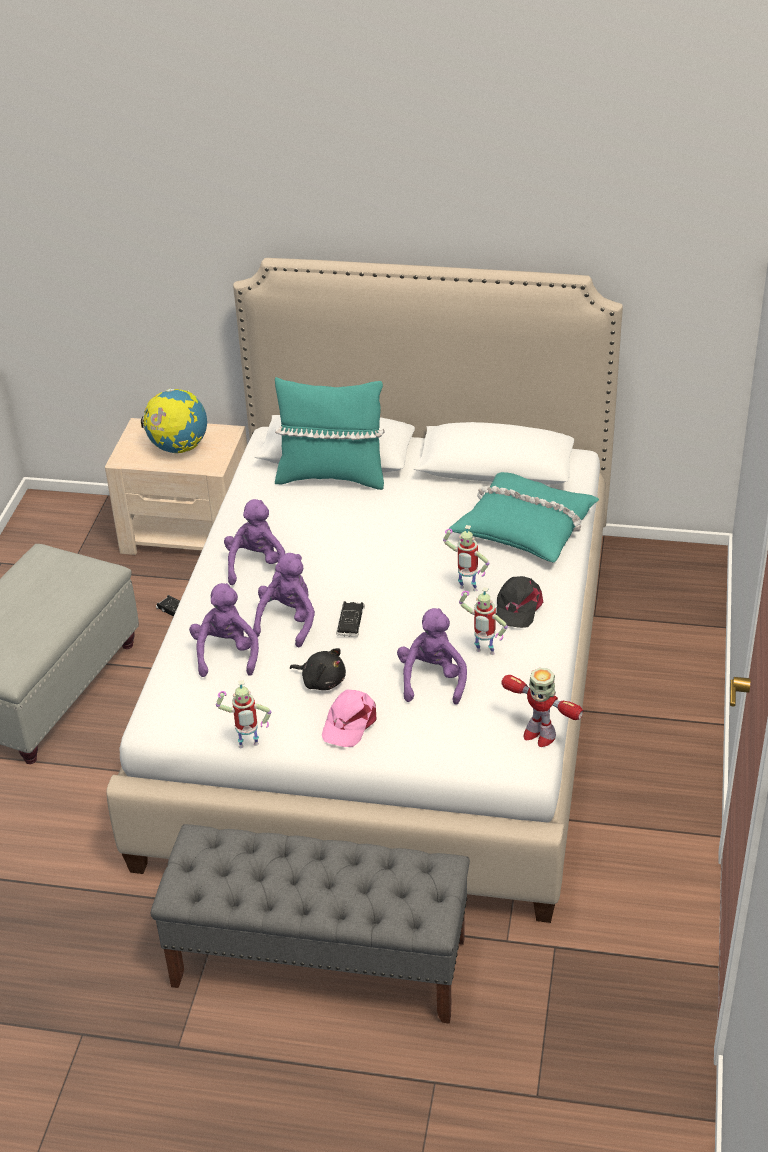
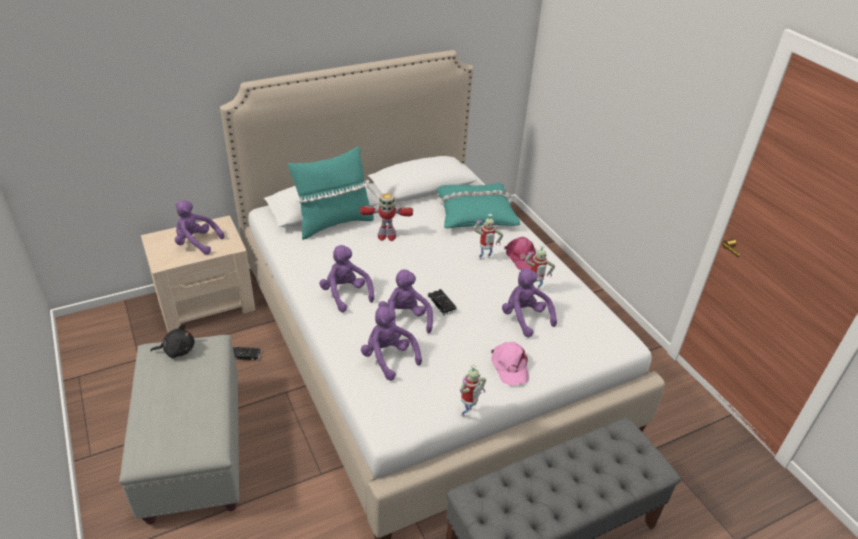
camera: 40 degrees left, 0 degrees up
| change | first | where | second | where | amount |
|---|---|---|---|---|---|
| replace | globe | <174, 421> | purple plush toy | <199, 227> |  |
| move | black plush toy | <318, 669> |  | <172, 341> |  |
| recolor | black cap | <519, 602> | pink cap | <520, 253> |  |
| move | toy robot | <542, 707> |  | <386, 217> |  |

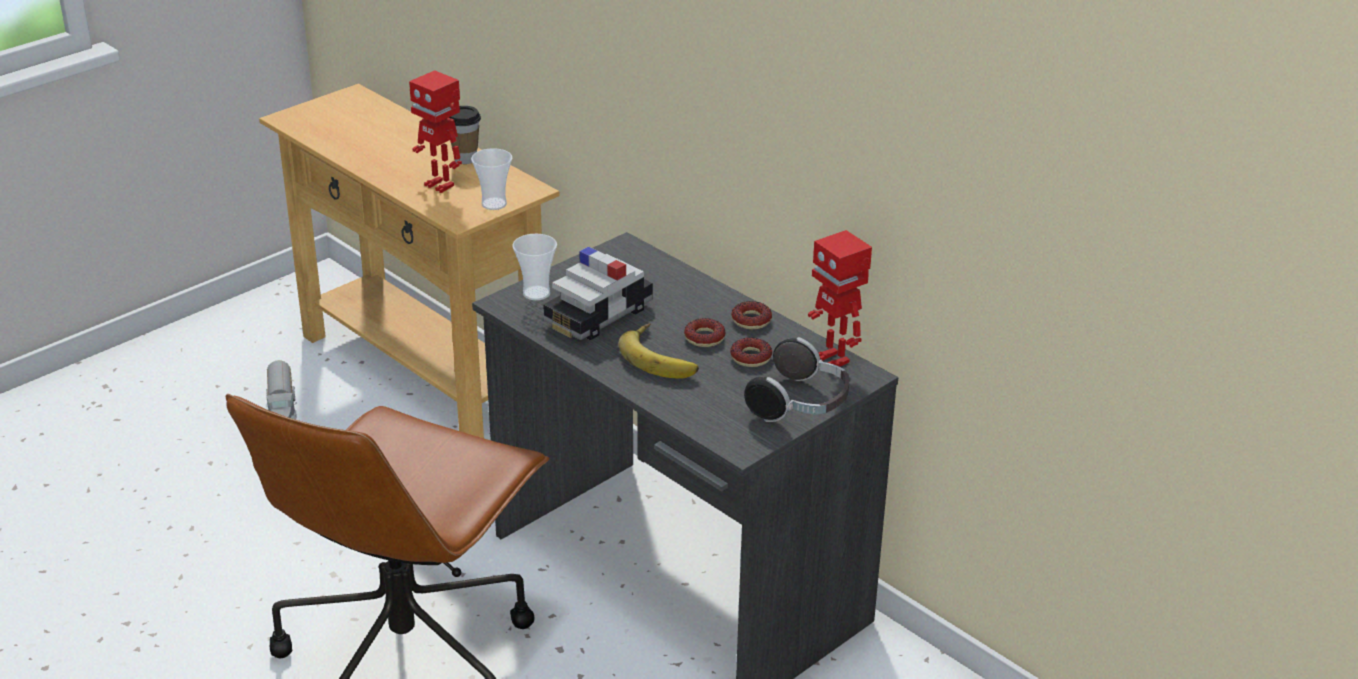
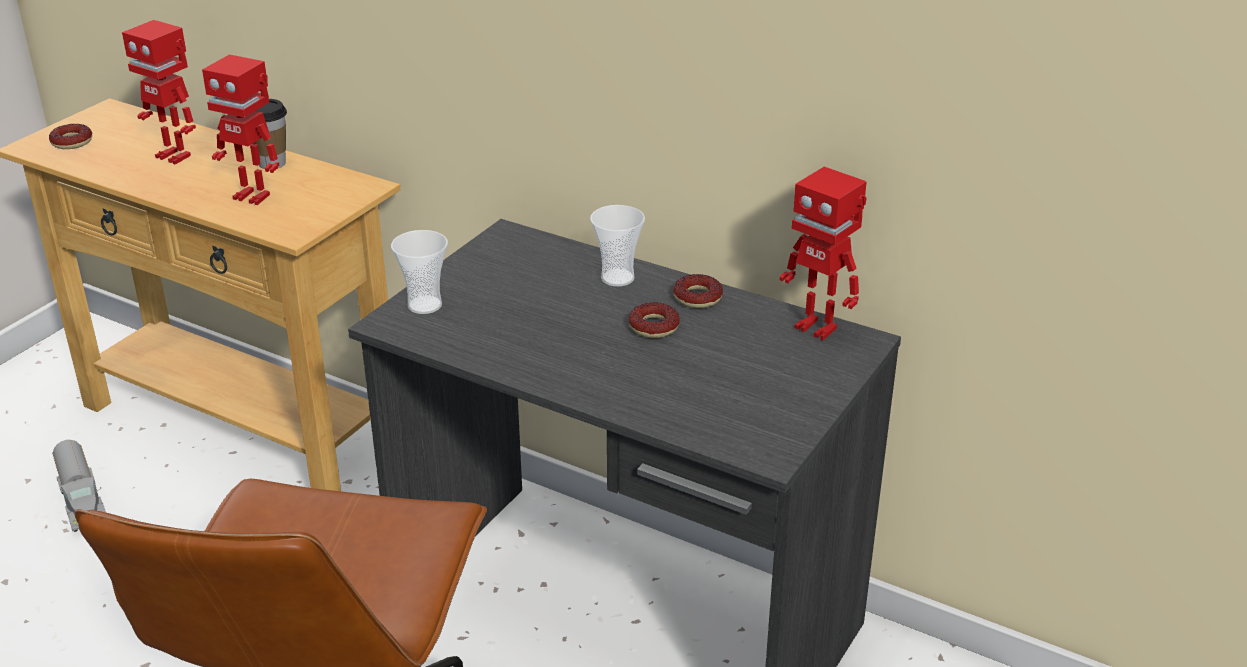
camera: 15 degrees left, 0 degrees up
| change | first | where | second | where | amount |
|---|---|---|---|---|---|
| move | cup | <491, 179> |  | <617, 246> |  |
| delete | toy car | <598, 293> |  |  |  |
| delete | banana | <658, 351> |  |  |  |
| move | donut | <751, 352> |  | <70, 136> |  |
| delete | headphones | <796, 379> |  |  |  |
| insert |  |  | toy robot | <159, 92> |  |

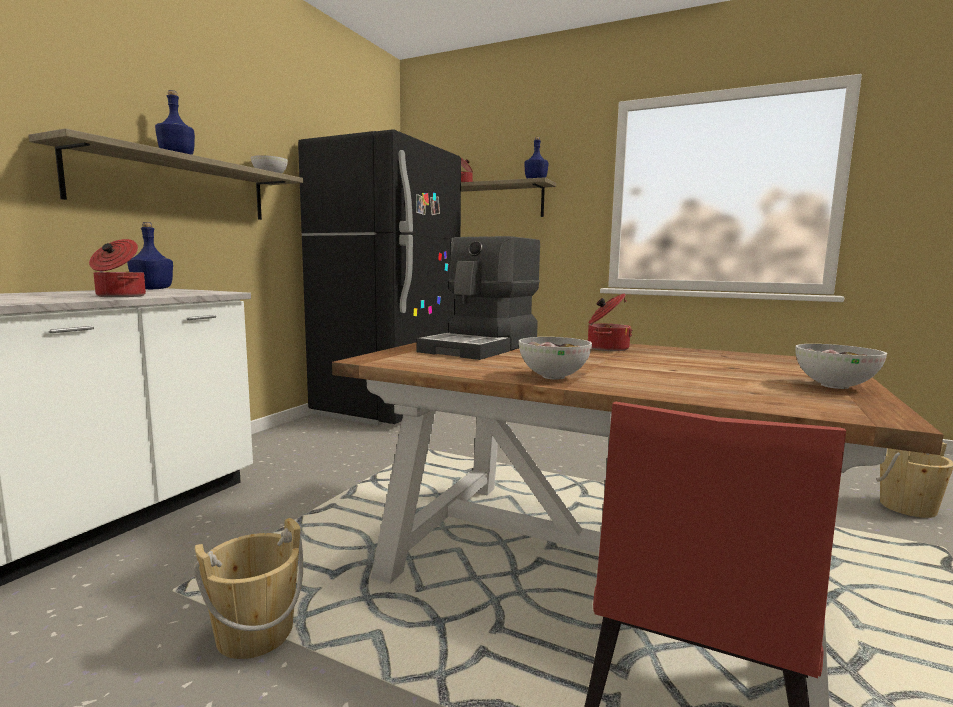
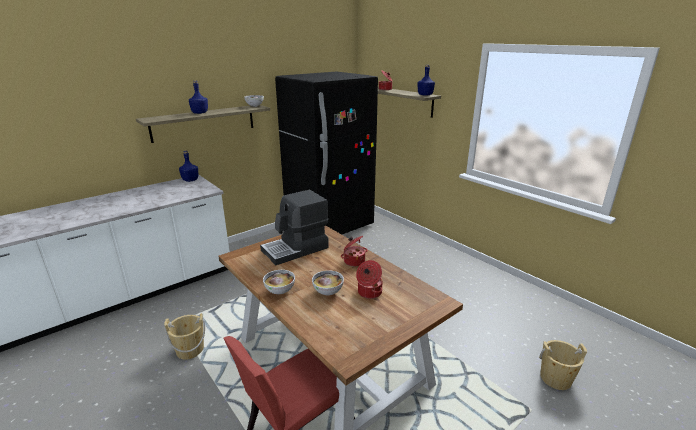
camera: 25 degrees right, 15 degrees up
| change | first | where | second | where | amount |
|---|---|---|---|---|---|
| move | cooking pot | <117, 268> |  | <369, 279> |  |
| move | bowl | <841, 366> |  | <328, 282> |  |

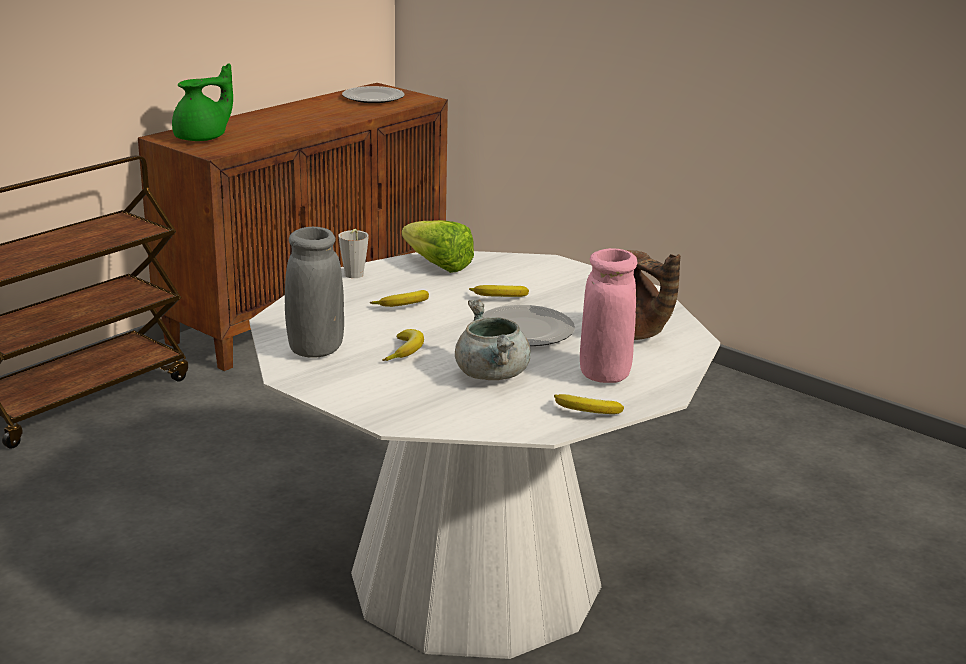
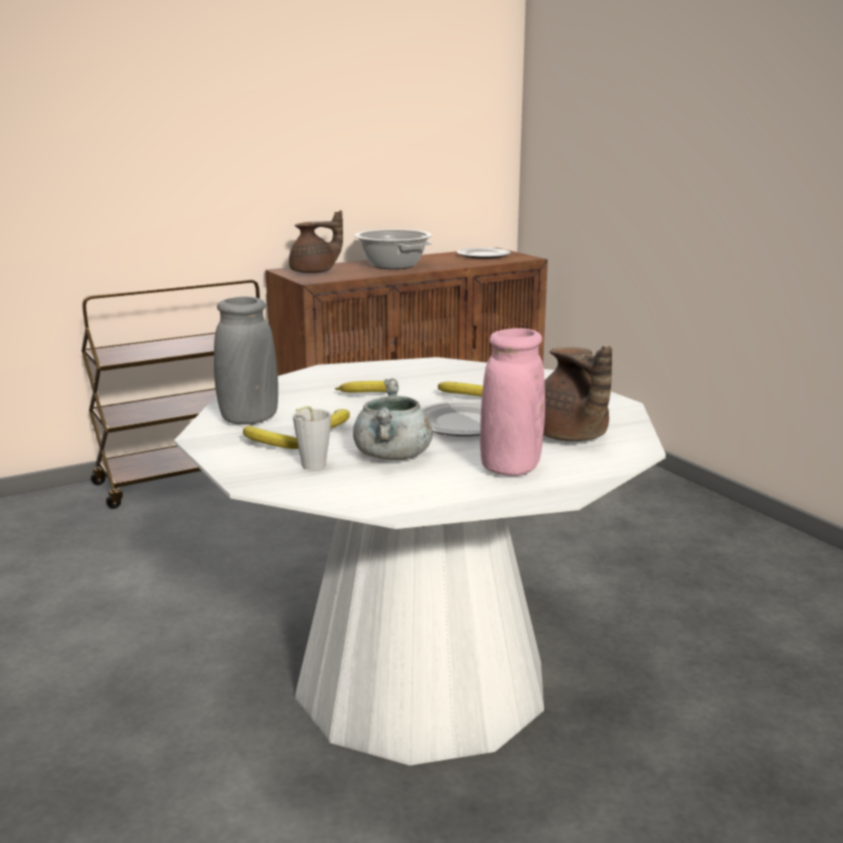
camera: 20 degrees right, 5 degrees down
| change | first | where | second | where | amount |
|---|---|---|---|---|---|
| recolor | green teapot | <202, 102> | brown teapot | <316, 241> |  |
| move | grey cup | <353, 253> |  | <312, 438> |  |
| delete | lettuce | <438, 246> |  |  |  |
| move | banana | <589, 404> |  | <271, 437> |  |
| insert |  |  | cooking pot | <393, 249> |  |

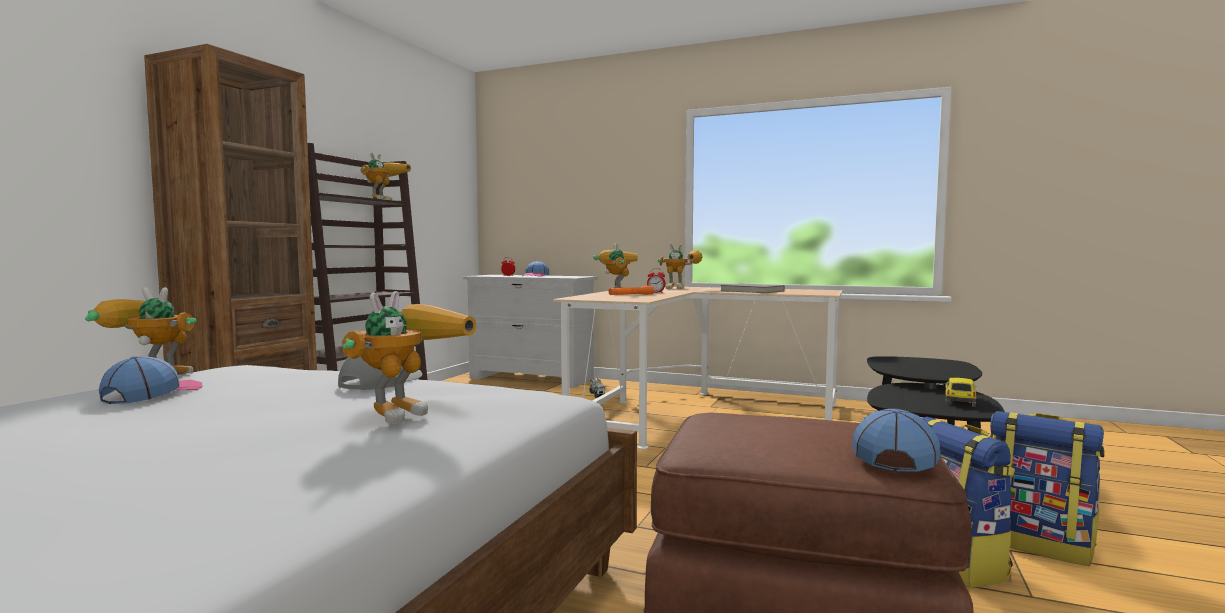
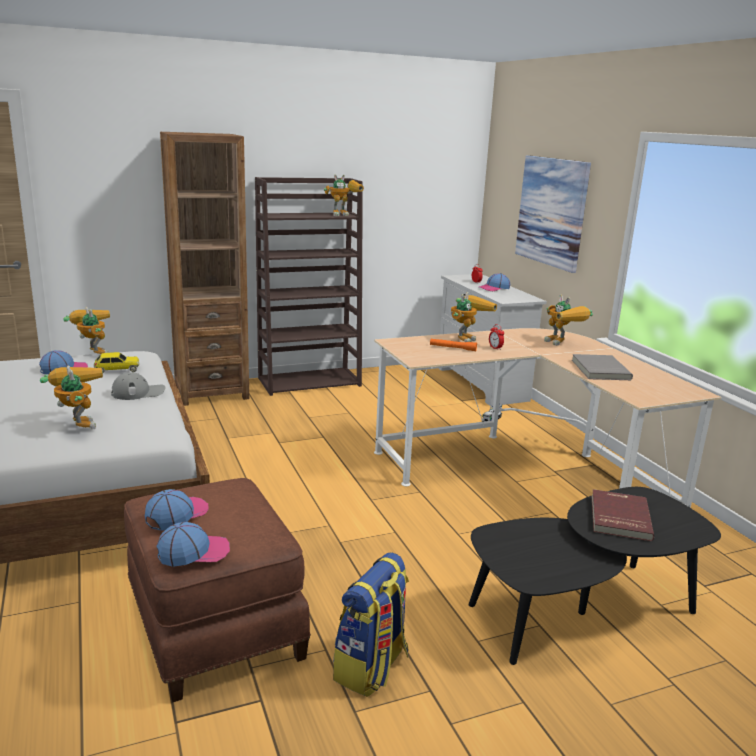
camera: 45 degrees right, 15 degrees up
| change | first | where | second | where | amount |
|---|---|---|---|---|---|
| rotate | toy robot | <409, 357> |  | <71, 397> | 105 degrees counterclockwise |
| move | toy car | <961, 392> |  | <116, 362> |  |
| delete | backpack | <1047, 488> |  |  |  |
| insert |  |  | cap | <177, 510> |  |
| insert |  |  | picture | <553, 214> |  |
| insert |  |  | red book | <623, 515> |  |

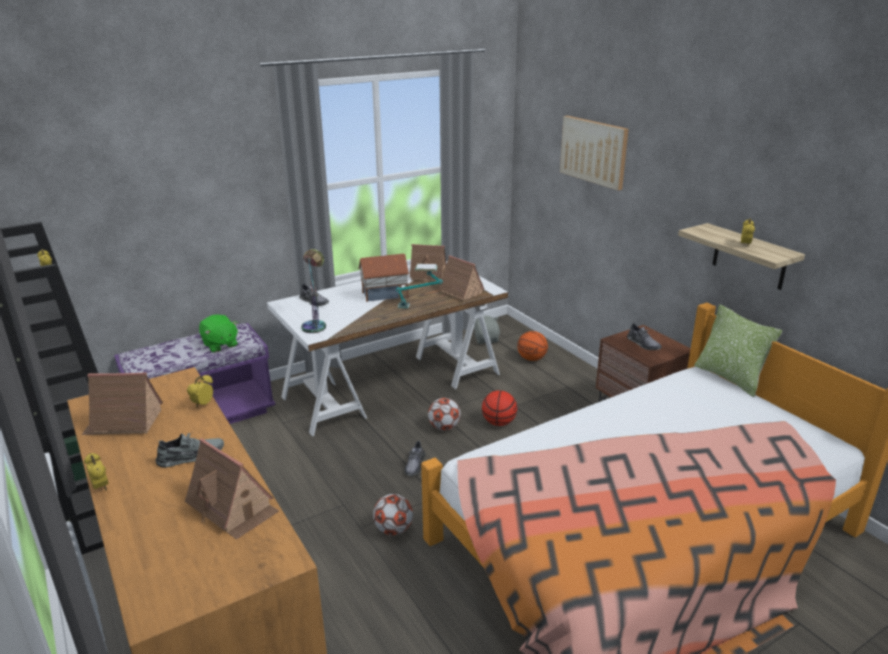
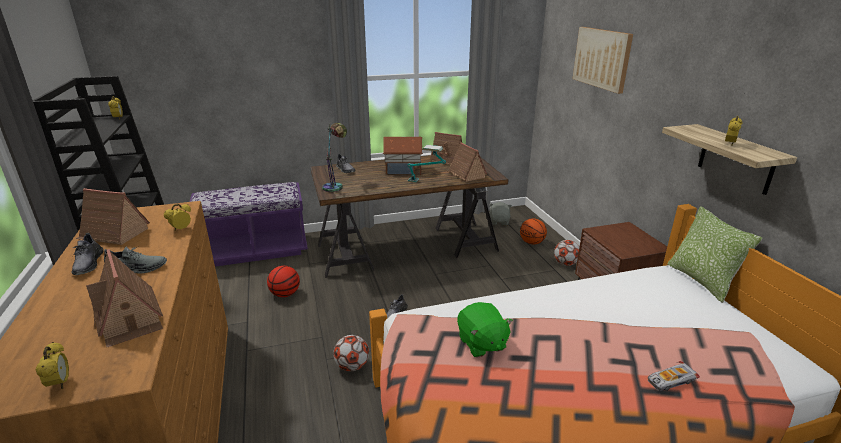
camera: 15 degrees right, 0 degrees up
| change | first | where | second | where | amount |
|---|---|---|---|---|---|
| move | alarm clock | <96, 471> |  | <52, 365> |  |
| move | green plush toy | <218, 333> |  | <485, 329> |  |
| recolor | white desk | <387, 348> | brown desk | <410, 216> |  |
| move | football | <444, 414> |  | <566, 253> |  |
| move | basketball | <499, 408> |  | <283, 281> |  |
| move | grey shoe | <644, 336> |  | <87, 254> |  |
| insert |  |  | toy car | <674, 376> |  |

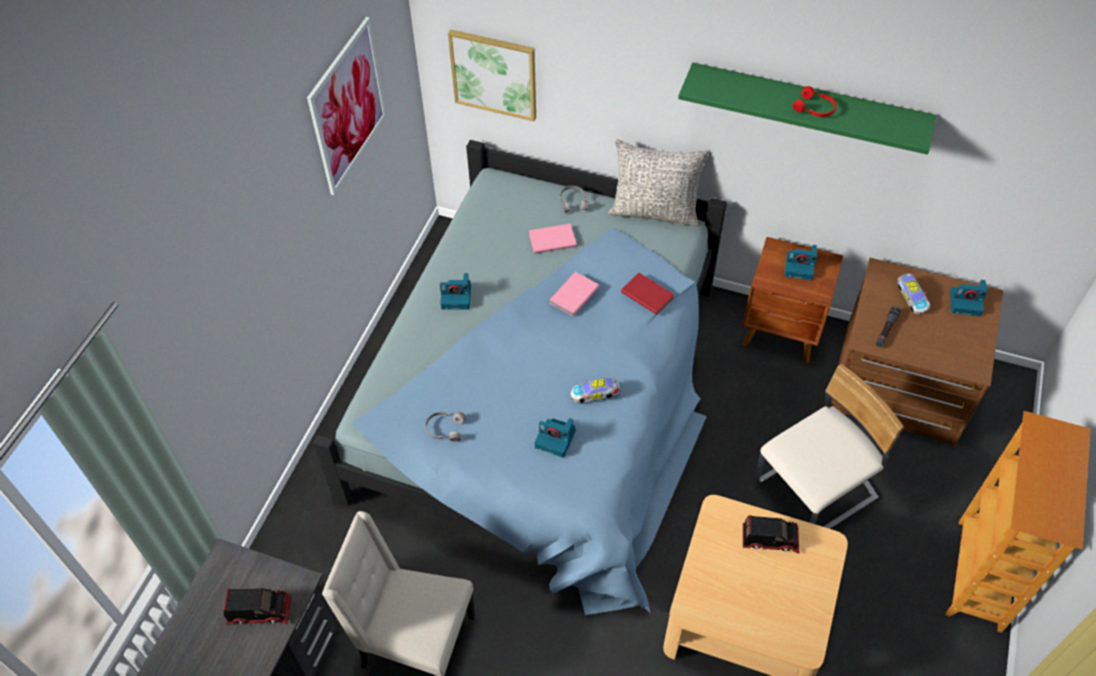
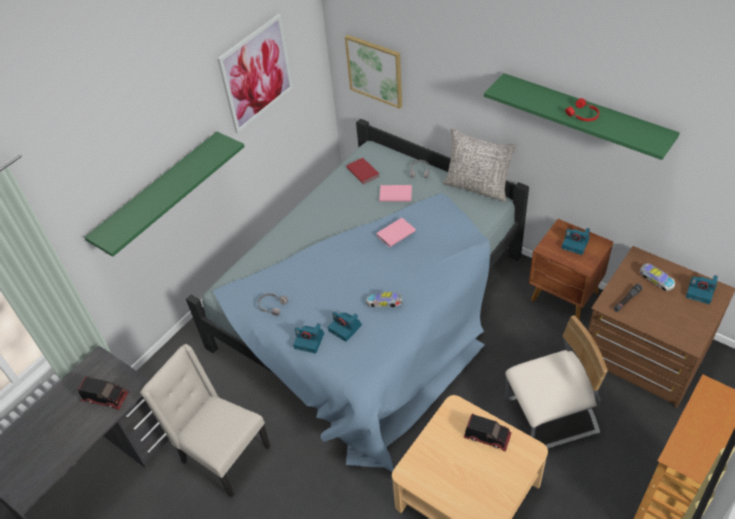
camera: 20 degrees right, 5 degrees down
| change | first | where | second | where | amount |
|---|---|---|---|---|---|
| move | photo camera | <455, 291> |  | <308, 338> |  |
| move | red book | <647, 294> |  | <362, 171> |  |
| rotate | toy car | <913, 293> |  | <657, 277> | 45 degrees counterclockwise |
| insert |  |  | green shelf | <164, 194> |  |

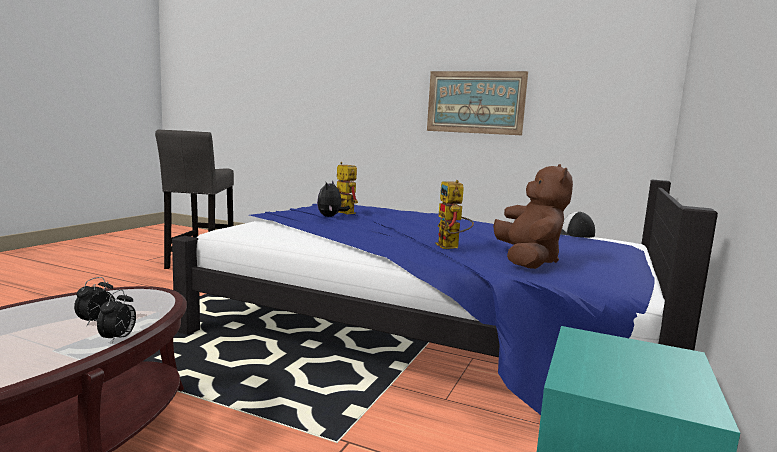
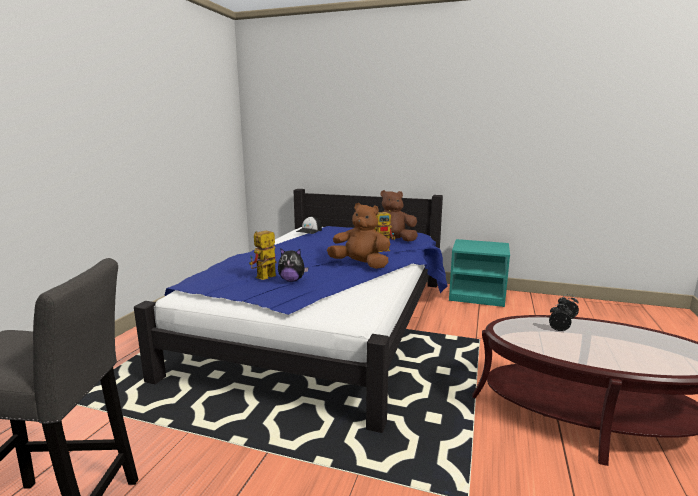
camera: 95 degrees left, 5 degrees up
| change | first | where | second | where | amount |
|---|---|---|---|---|---|
| delete | picture | <477, 103> |  |  |  |
| insert |  |  | brown plush toy | <359, 236> |  |

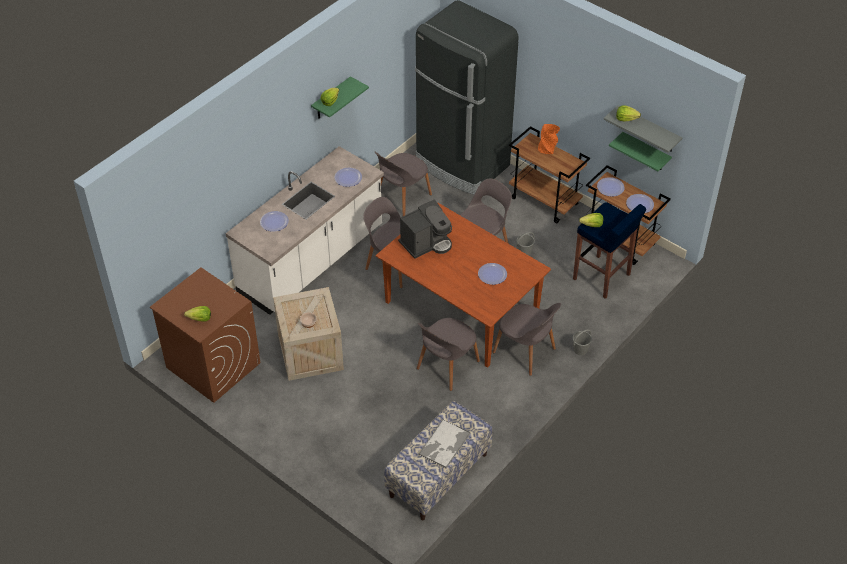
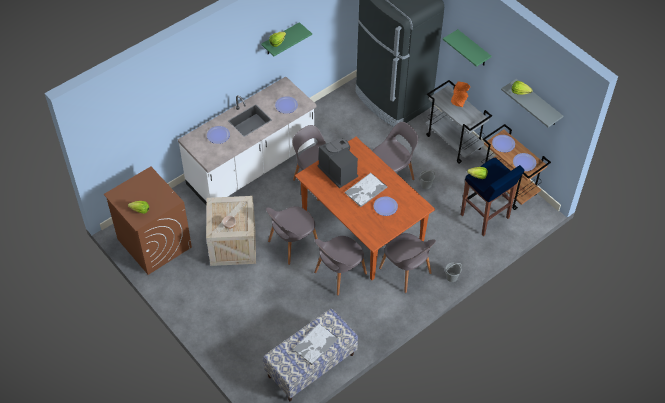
camera: 10 degrees right, 5 degrees up
| change | first | where | second | where | amount |
|---|---|---|---|---|---|
| move | grey chair | <403, 184> |  | <292, 235> |  |
| rotate | coffee machine | <425, 229> |  | <337, 163> | 105 degrees counterclockwise |
| recolor | brown cart | <549, 174> | grey cart | <459, 122> |  |
| move | green shelf | <640, 151> |  | <467, 48> |  |
| insert |  |  | tray | <366, 190> |  |

